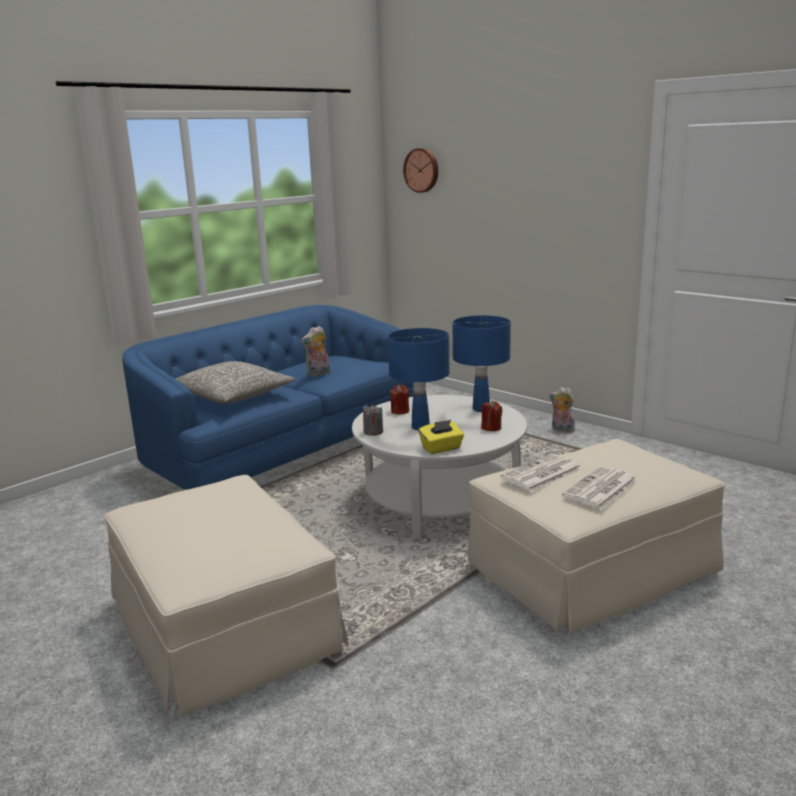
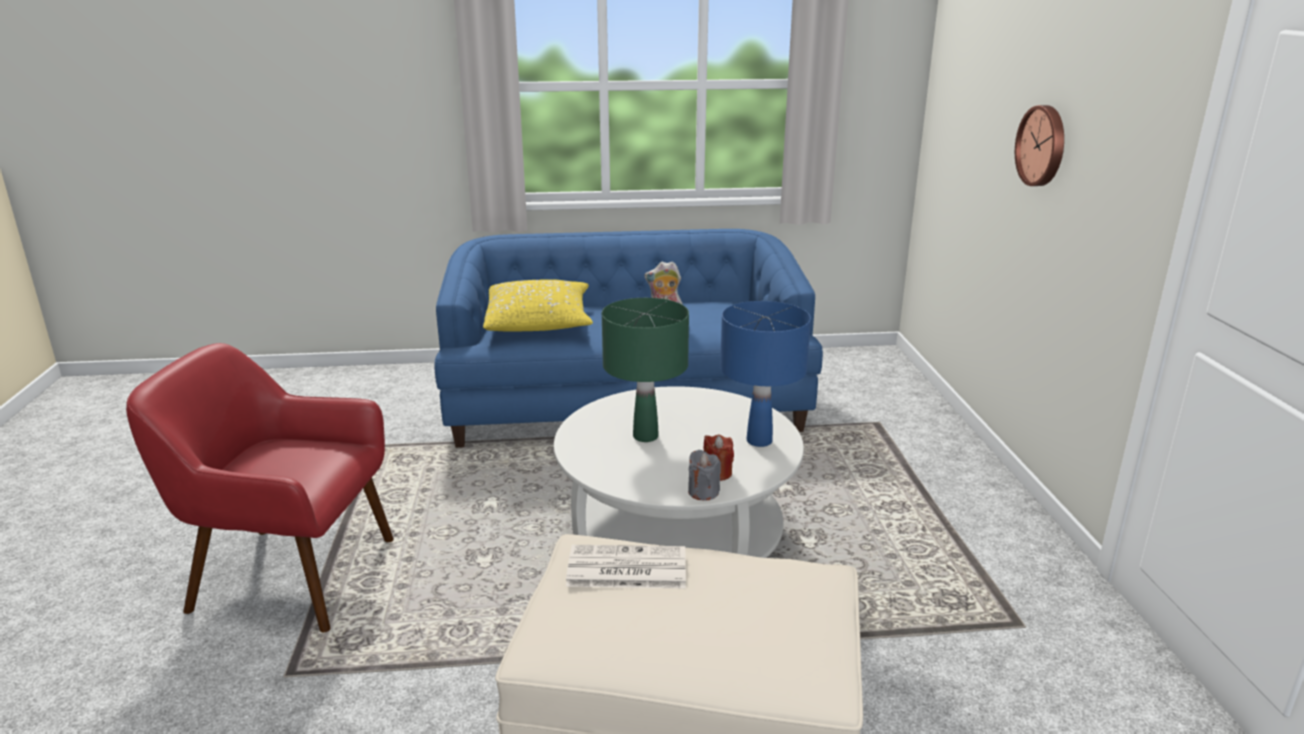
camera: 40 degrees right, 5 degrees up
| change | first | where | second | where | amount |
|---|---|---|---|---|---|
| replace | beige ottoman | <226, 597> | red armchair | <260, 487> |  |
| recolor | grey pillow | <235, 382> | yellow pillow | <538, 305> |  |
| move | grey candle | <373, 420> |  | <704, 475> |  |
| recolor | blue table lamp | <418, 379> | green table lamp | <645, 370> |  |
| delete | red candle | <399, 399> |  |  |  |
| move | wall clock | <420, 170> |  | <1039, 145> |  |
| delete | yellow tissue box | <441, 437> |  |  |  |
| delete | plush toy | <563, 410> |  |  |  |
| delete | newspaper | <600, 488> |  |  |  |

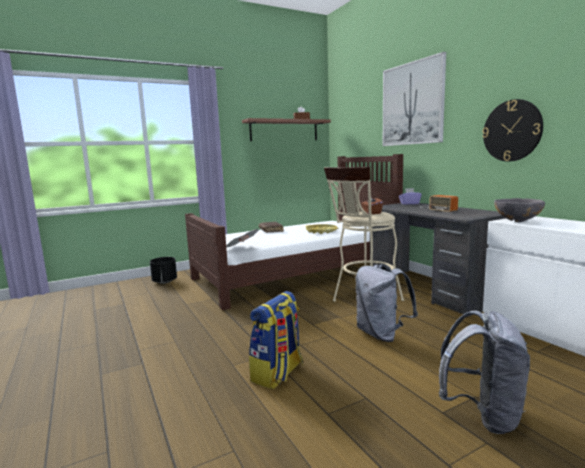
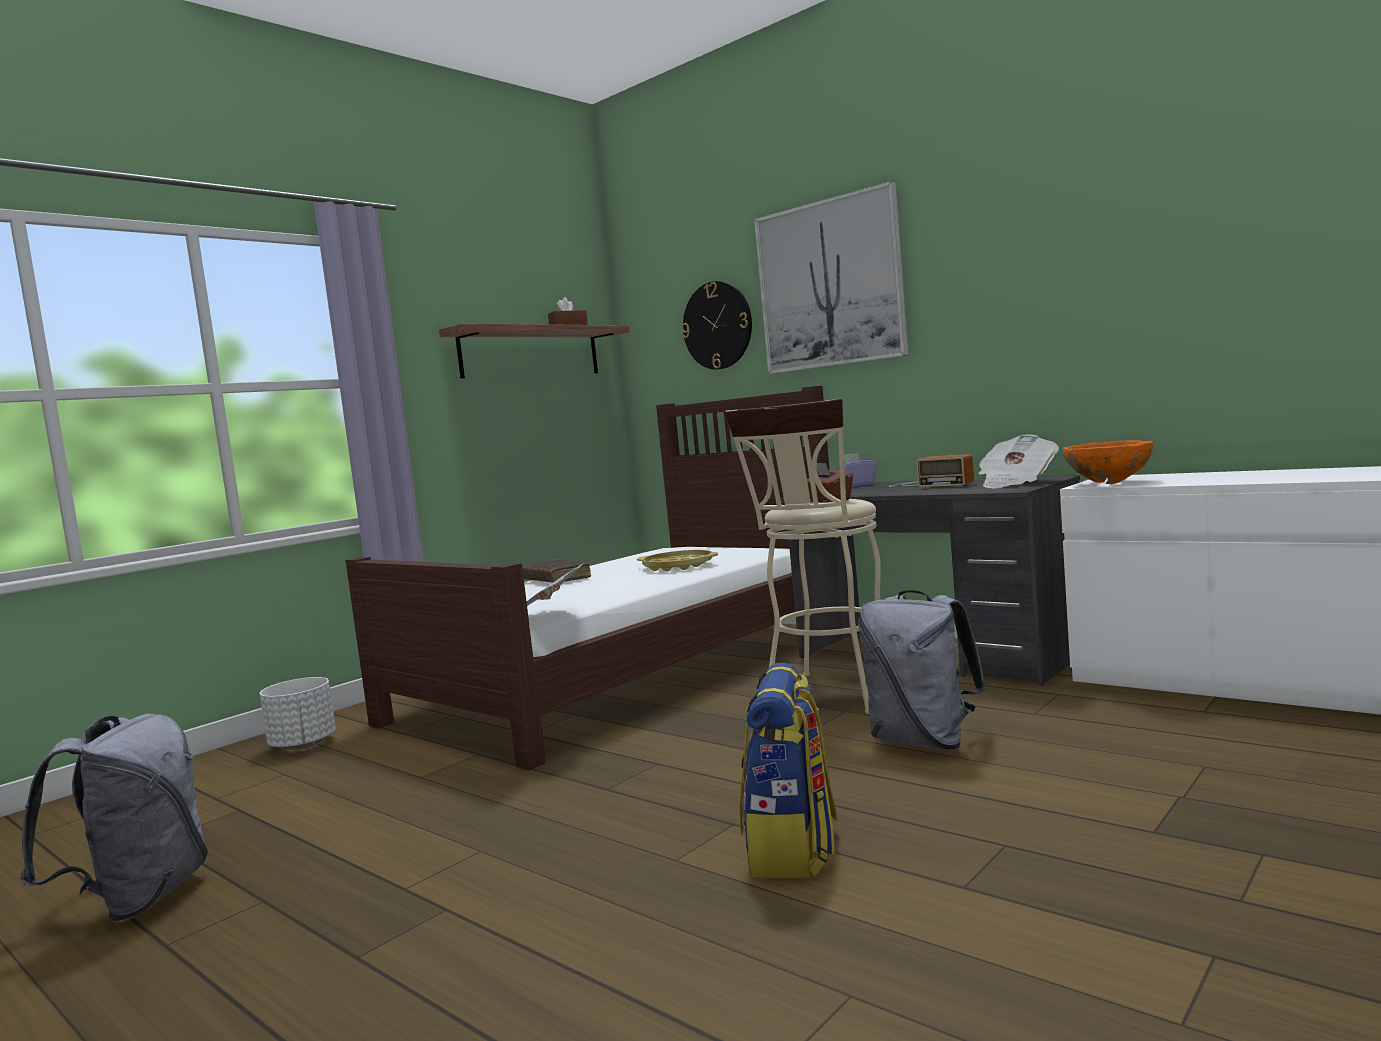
camera: 20 degrees left, 5 degrees down
| change | first | where | second | where | amount |
|---|---|---|---|---|---|
| recolor | black planter | <163, 270> | white planter | <298, 713> |  |
| move | grey backpack | <484, 372> |  | <114, 818> |  |
| move | wall clock | <512, 130> |  | <716, 325> |  |
| recolor | grey bowl | <519, 210> | orange bowl | <1108, 462> |  |
| insert |  |  | newspaper | <1018, 461> |  |

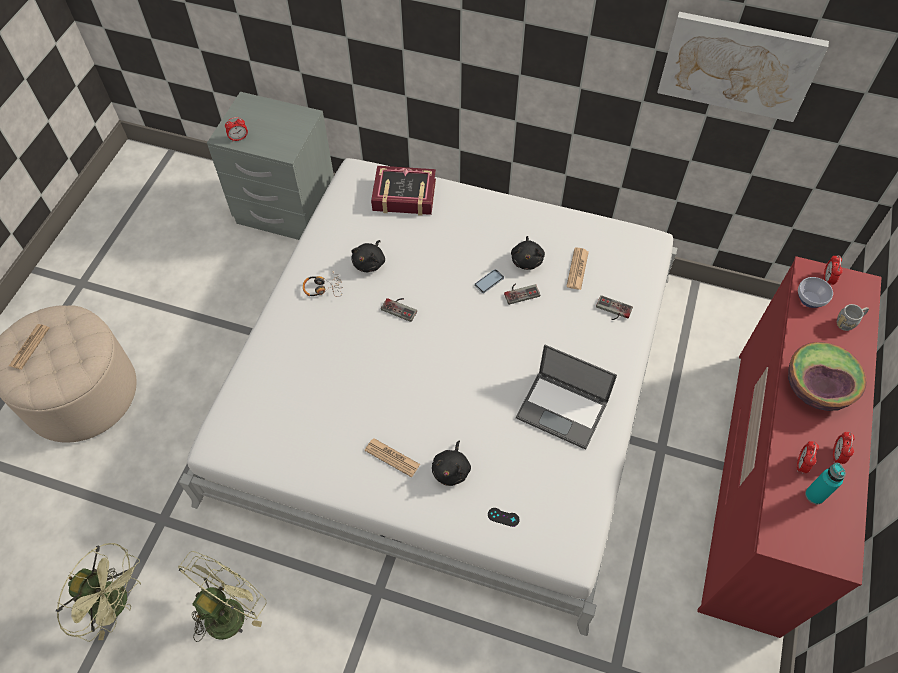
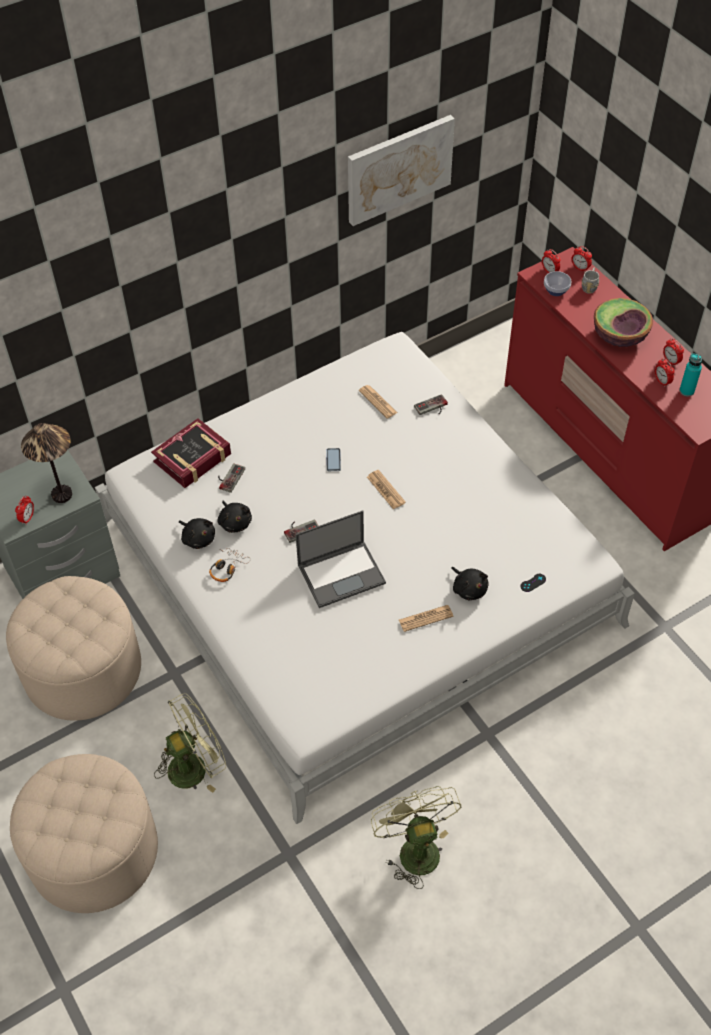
camera: 50 degrees left, 5 degrees down
| change | first | where | second | where | amount |
|---|---|---|---|---|---|
| move | newspaper | <29, 347> |  | <386, 490> |  |
| move | green fan | <98, 592> |  | <190, 743> |  |
| move | game controller | <522, 294> |  | <231, 478> |  |
| move | black plush toy | <528, 253> |  | <197, 533> |  |
| move | laptop | <566, 397> |  | <341, 559> |  |
| insert |  |  | beige ottoman | <73, 648> |  |
| insert |  |  | table lamp | <46, 463> |  |
| insert |  |  | alarm clock | <582, 259> |  |

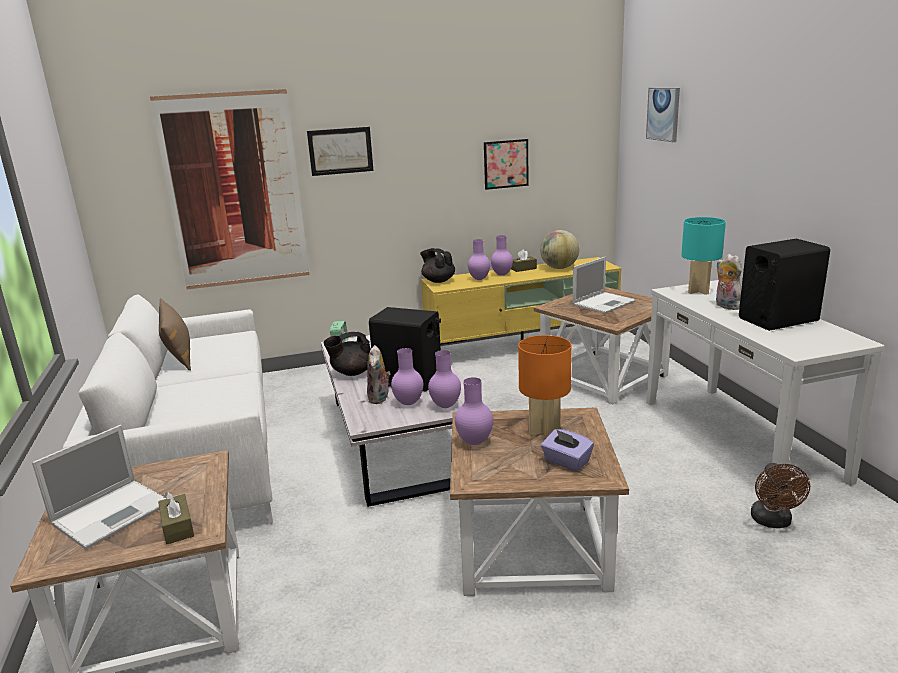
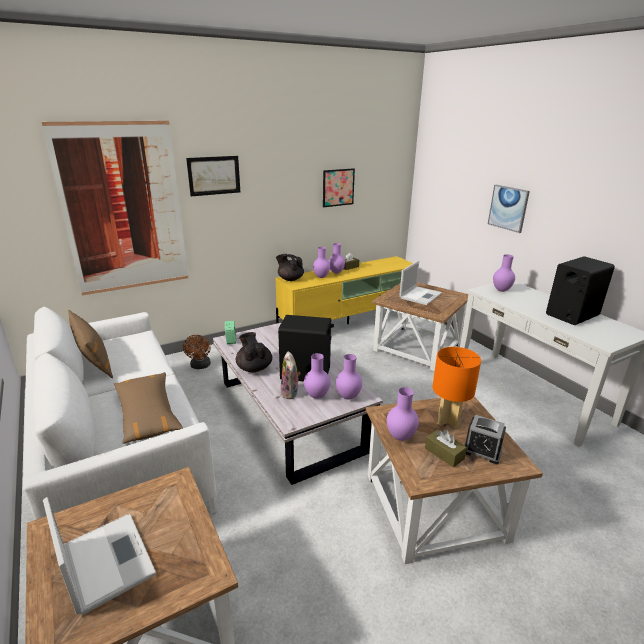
camera: 15 degrees left, 5 degrees up
| change | first | where | second | where | amount |
|---|---|---|---|---|---|
| rotate | laptop | <99, 487> |  | <99, 556> | 60 degrees counterclockwise |
| move | brown tissue box | <176, 518> |  | <446, 449> |  |
| rotate | black teapot | <347, 354> |  | <254, 352> | 105 degrees clockwise |
| delete | globe | <559, 249> |  |  |  |
| replace | purple tissue box | <567, 450> | alarm clock | <485, 439> |  |
| move | picture | <663, 115> |  | <509, 209> |  |
| replace | turquoise table lamp | <703, 256> | purple vase | <504, 273> |  |
| delete | plush toy | <729, 282> |  |  |  |
| move | brown fan | <780, 495> |  | <197, 352> |  |
| insert |  |  | brown pillow | <148, 408> |  |

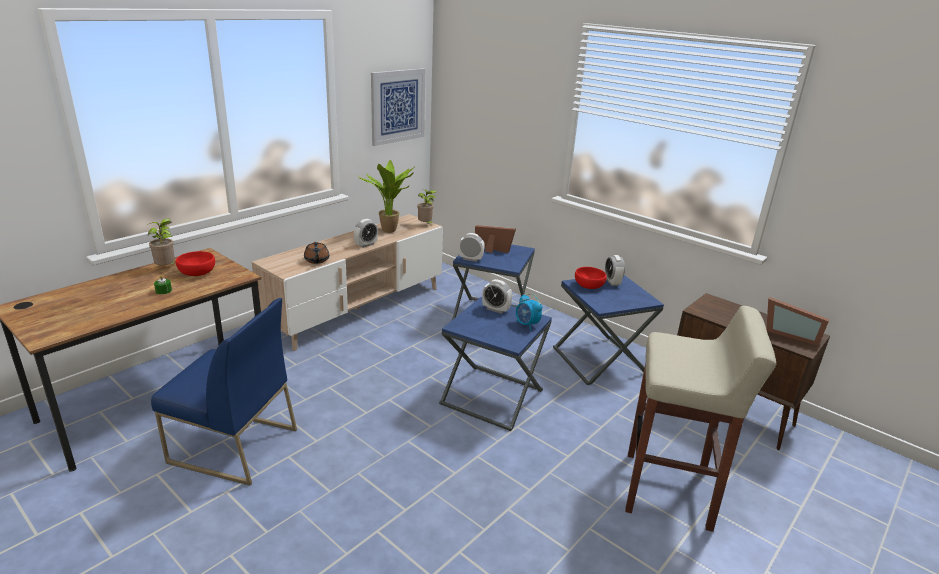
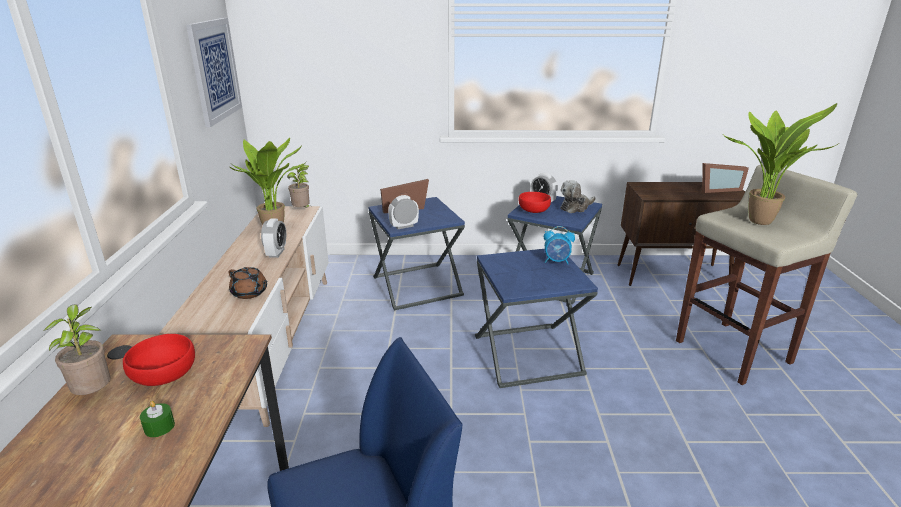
camera: 40 degrees left, 0 degrees up
| change | first | where | second | where | amount |
|---|---|---|---|---|---|
| delete | alarm clock | <497, 296> |  |  |  |
| insert |  |  | plush toy | <577, 196> |  |
| insert |  |  | potted plant | <781, 164> |  |

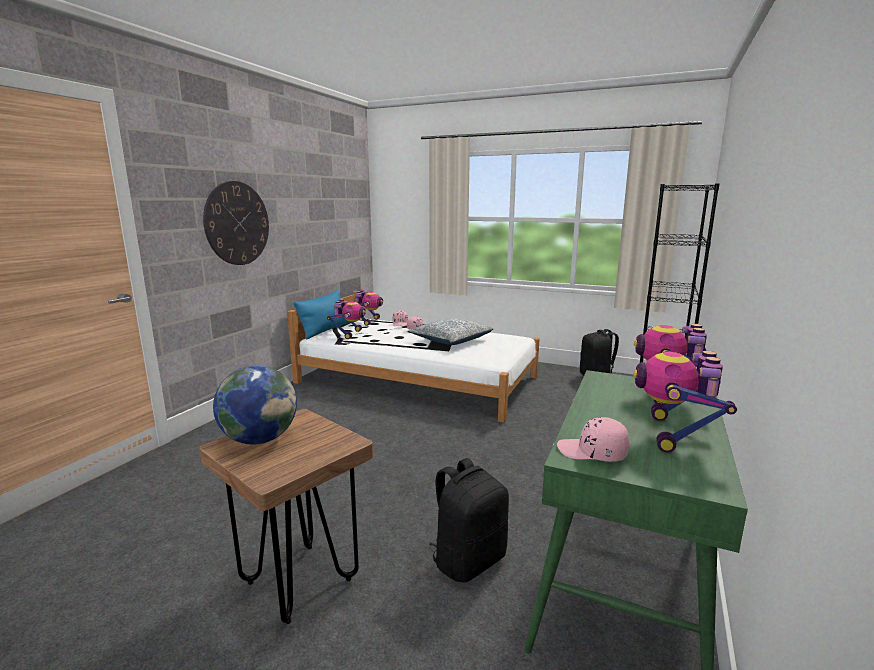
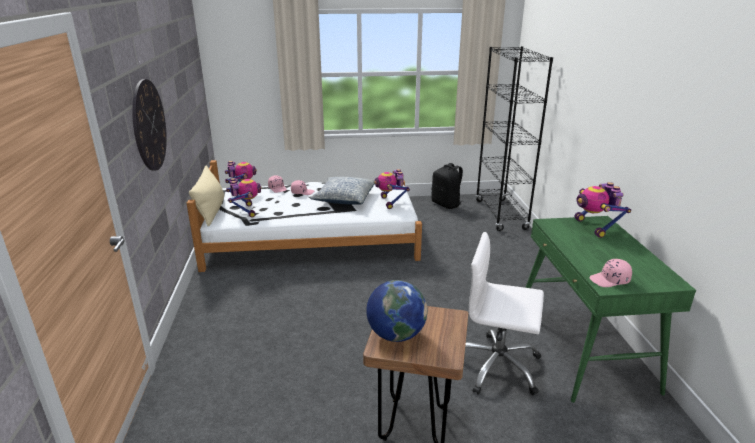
camera: 30 degrees left, 10 degrees up
| change | first | where | second | where | amount |
|---|---|---|---|---|---|
| recolor | blue pillow | <321, 315> | beige pillow | <206, 196> |  |
| replace | black backpack | <469, 520> | white office chair | <504, 313> |  |
| move | toy robot | <685, 402> |  | <392, 189> |  |

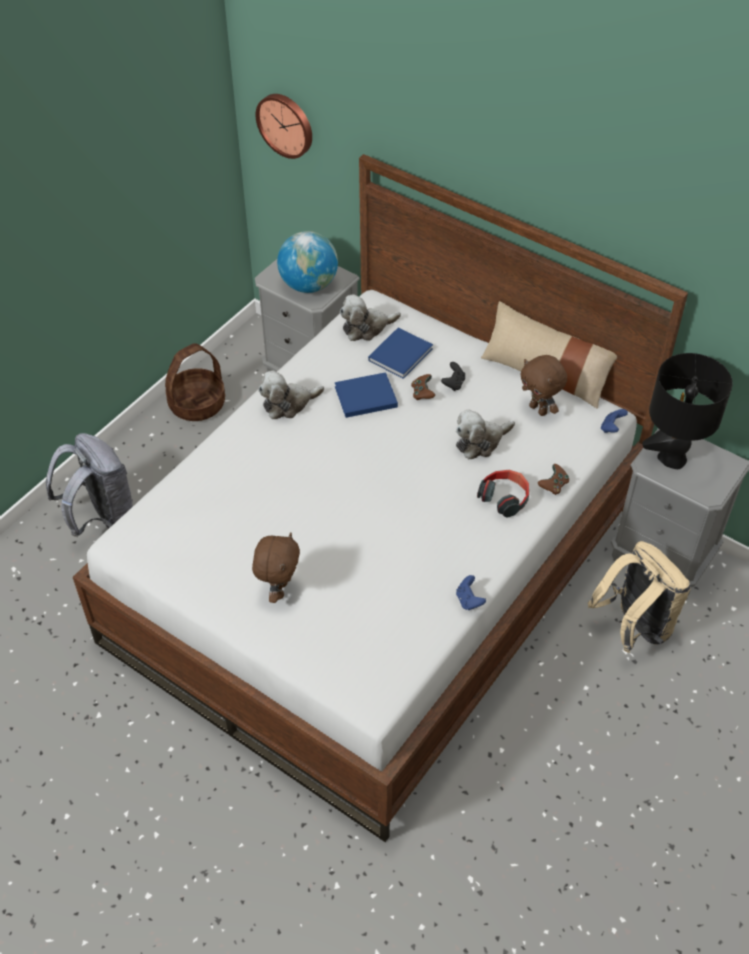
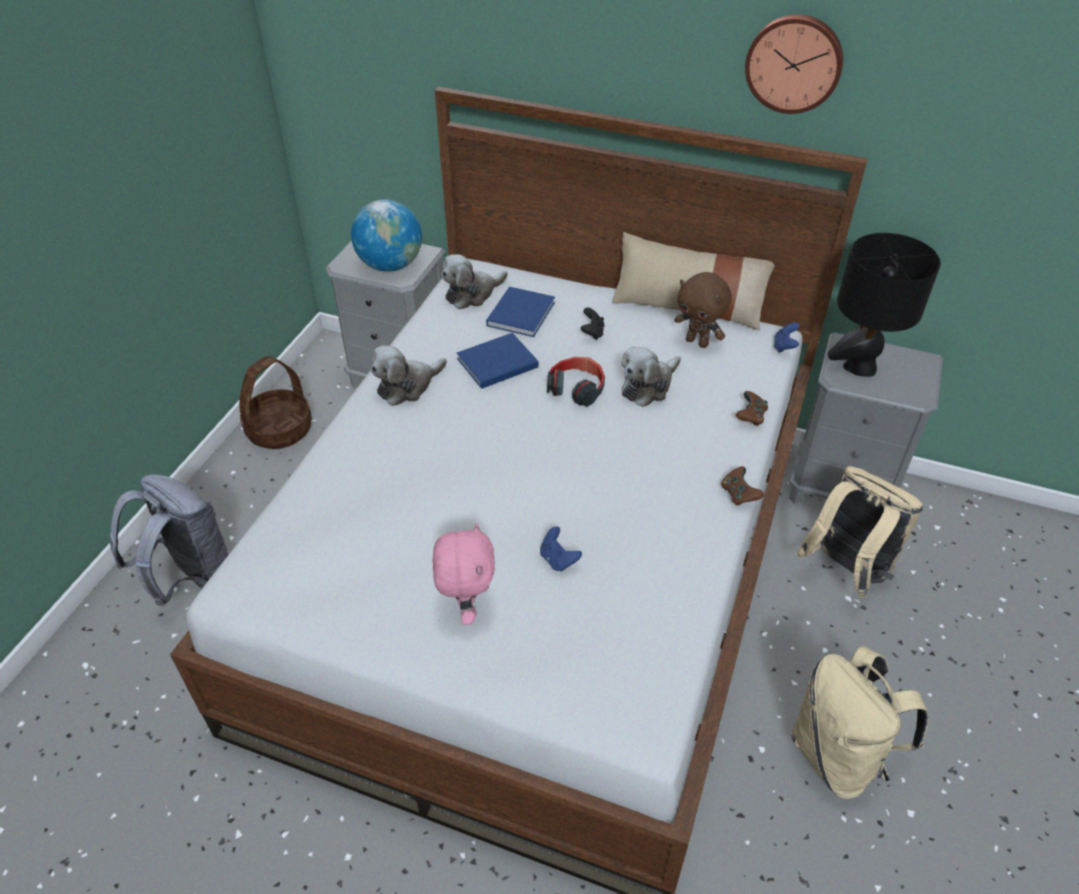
camera: 15 degrees left, 5 degrees down
| change | first | where | second | where | amount |
|---|---|---|---|---|---|
| recolor | brown plush toy | <276, 567> | pink plush toy | <464, 574> |  |
| move | wall clock | <283, 126> |  | <794, 64> |  |
| move | brown game controller | <423, 387> |  | <742, 486> |  |
| move | blue game controller | <471, 592> |  | <561, 548> |  |
| move | headphones | <503, 494> |  | <576, 382> |  |
| insert |  |  | beige backpack | <860, 722> |  |

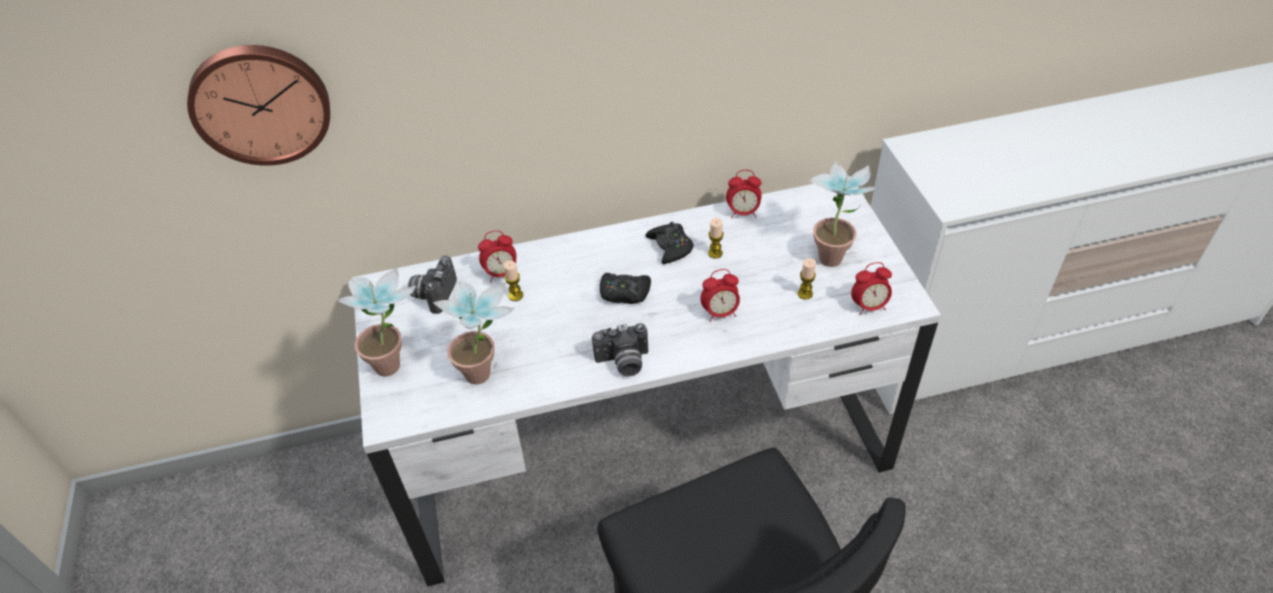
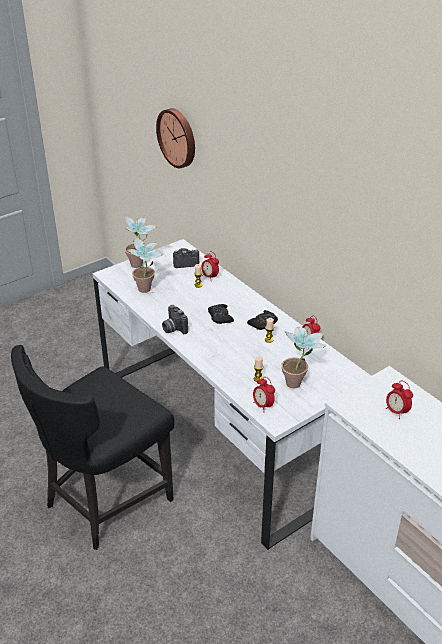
camera: 65 degrees right, 10 degrees down
| change | first | where | second | where | amount |
|---|---|---|---|---|---|
| move | alarm clock | <720, 295> |  | <399, 399> |  |

